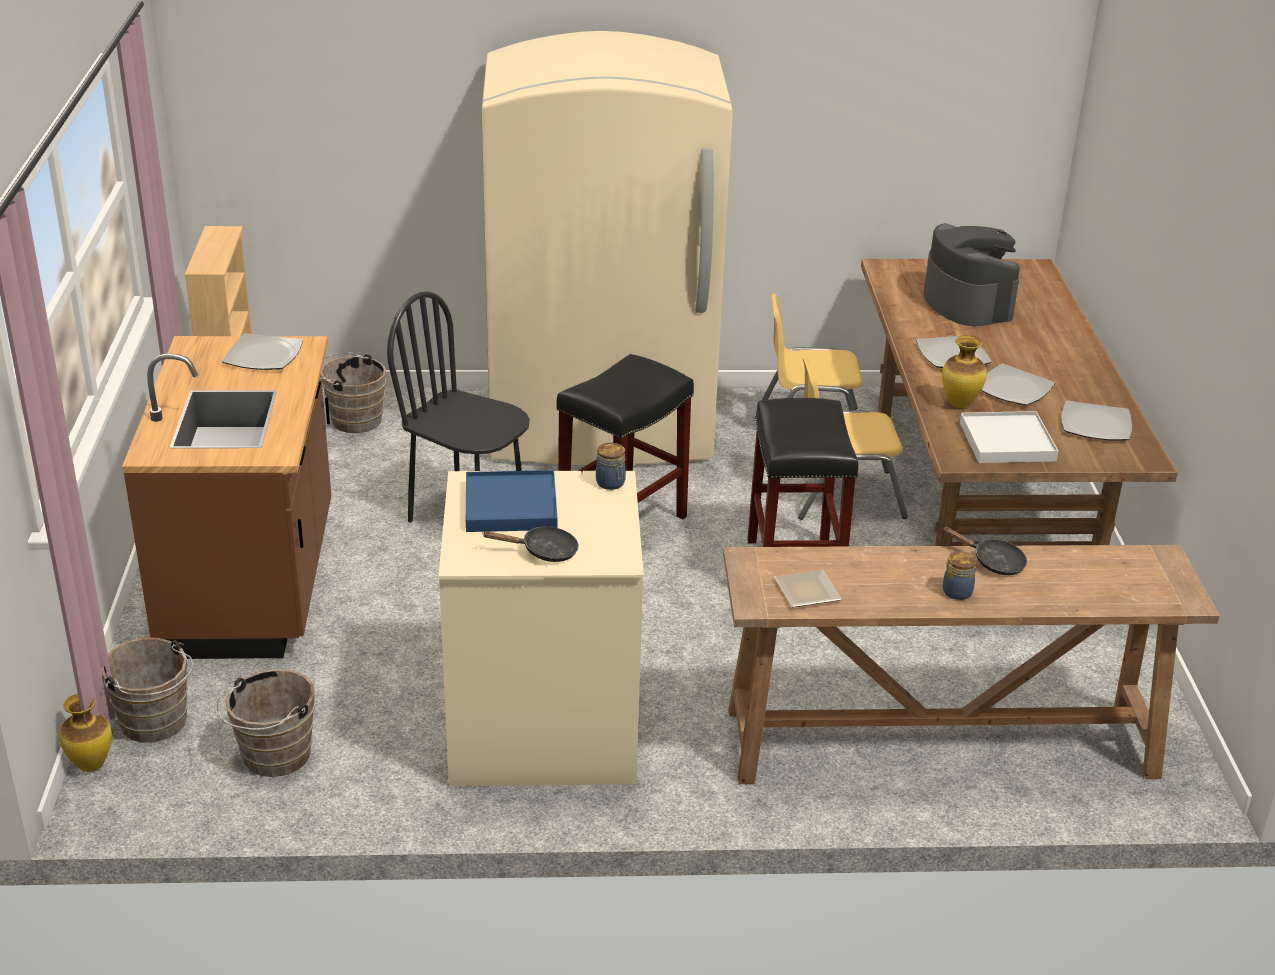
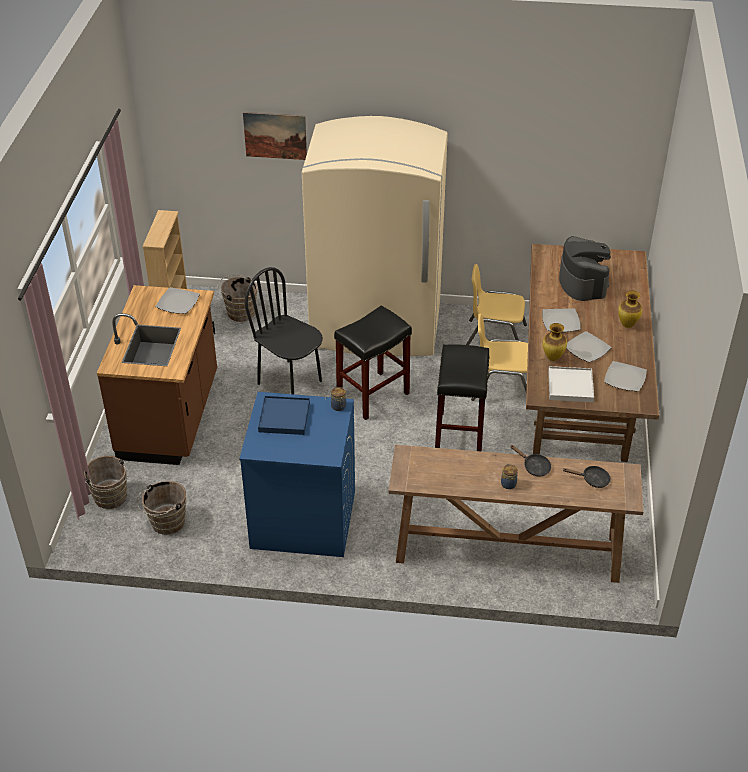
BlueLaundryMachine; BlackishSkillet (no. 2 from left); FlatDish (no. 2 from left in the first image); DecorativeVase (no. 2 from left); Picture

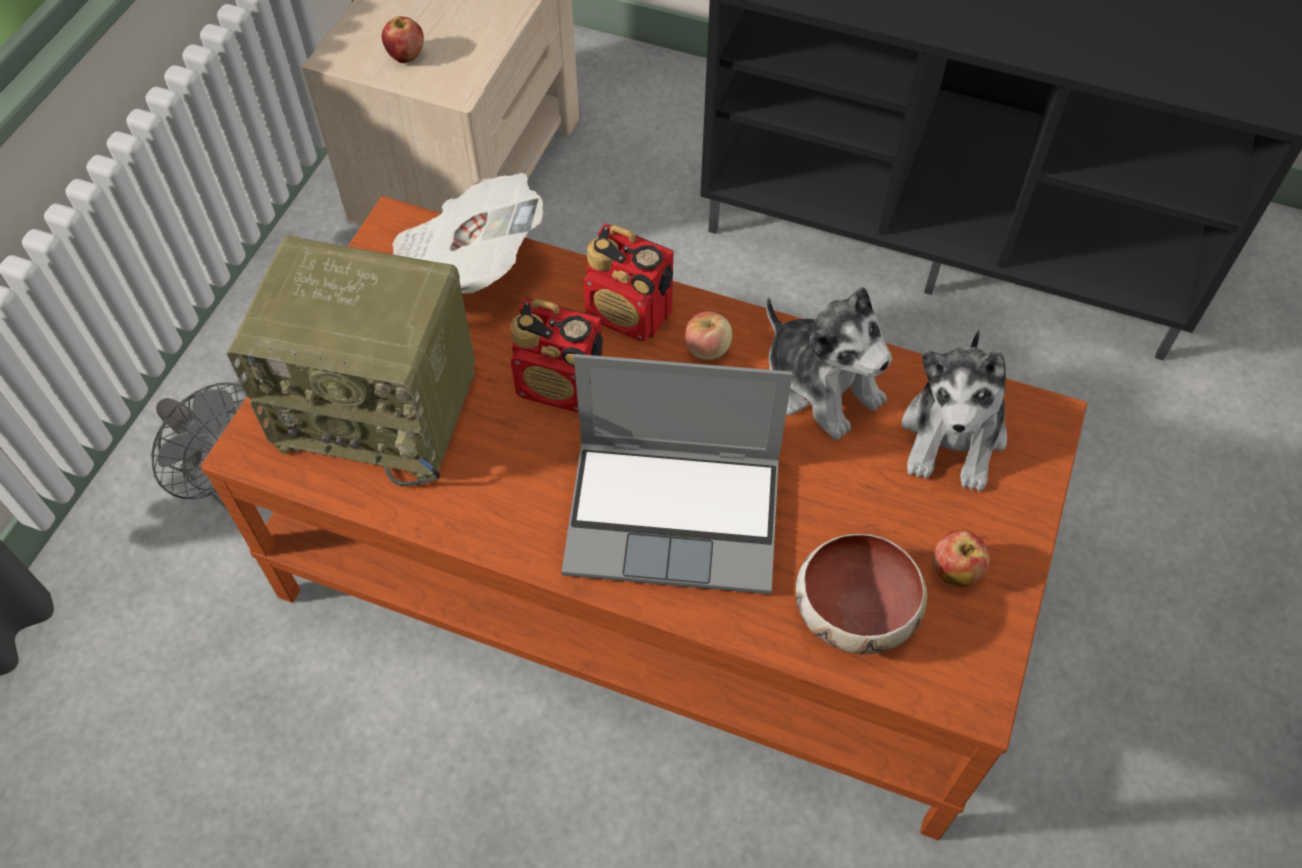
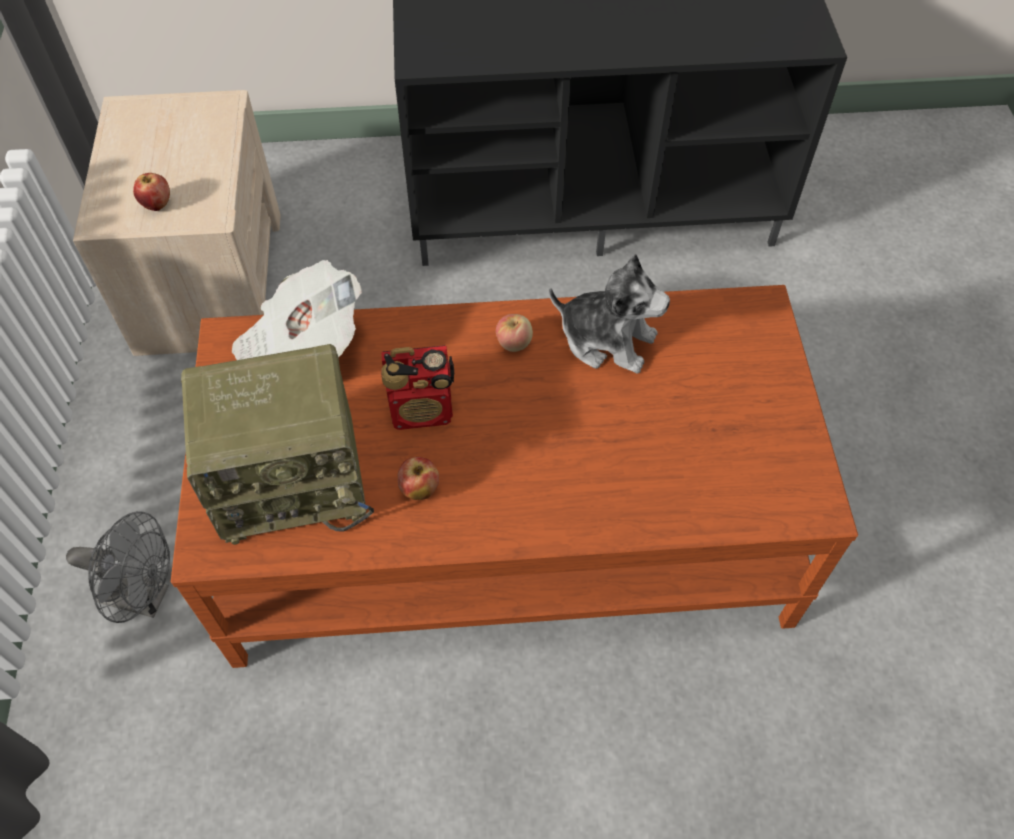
RadioSet (no. 3 from left in the first image); CuddlyToy (no. 2 from left in the first image); Laptop; WholeApple (no. 2 from left); DeepDish

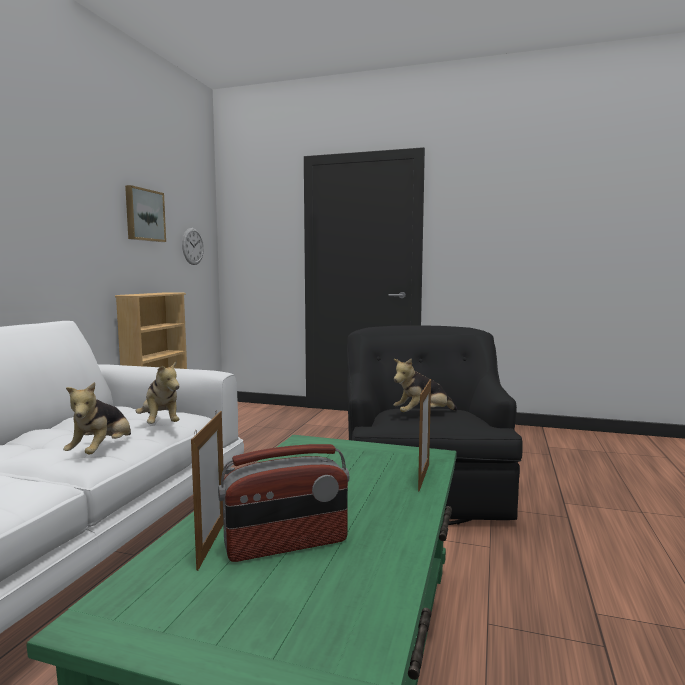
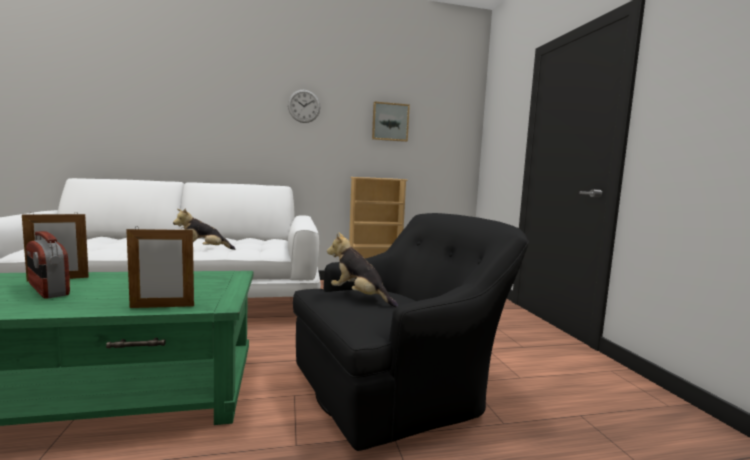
WallClock; CuddlyToy (no. 2 from left in the first image)

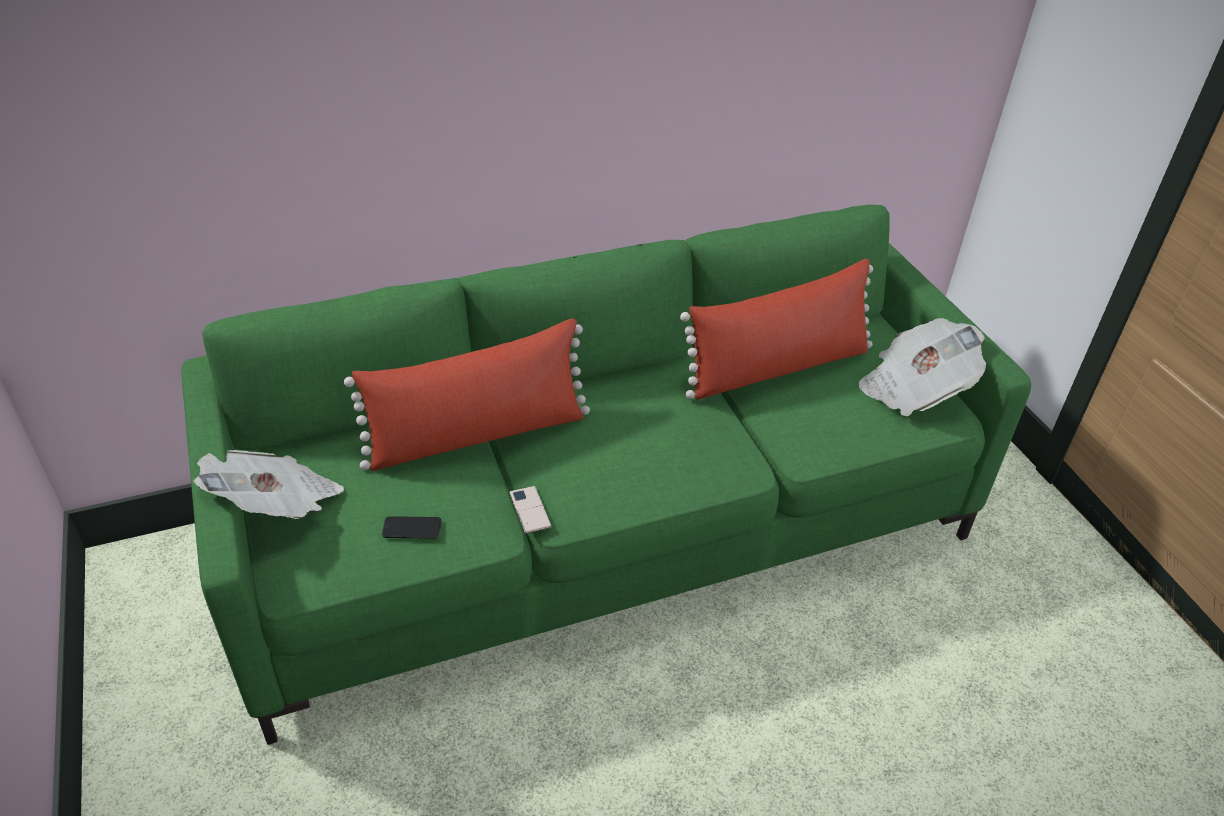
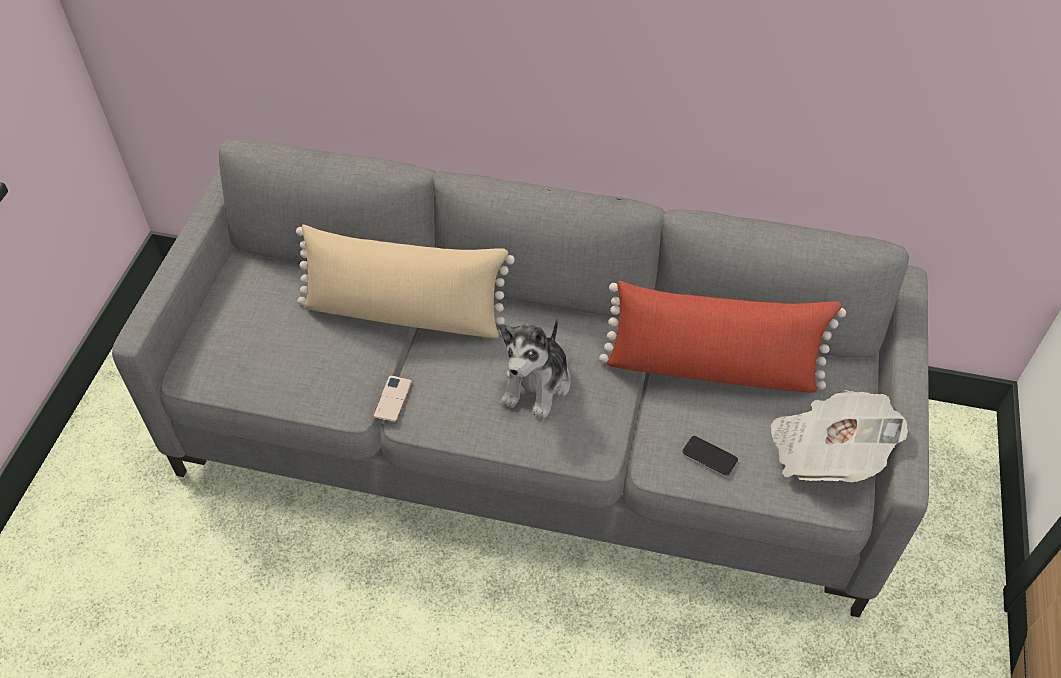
GraySofa; SandColouredPillow; Newspaper (no. 1 from left in the first image); Phone (no. 2 from left); CuddlyToy

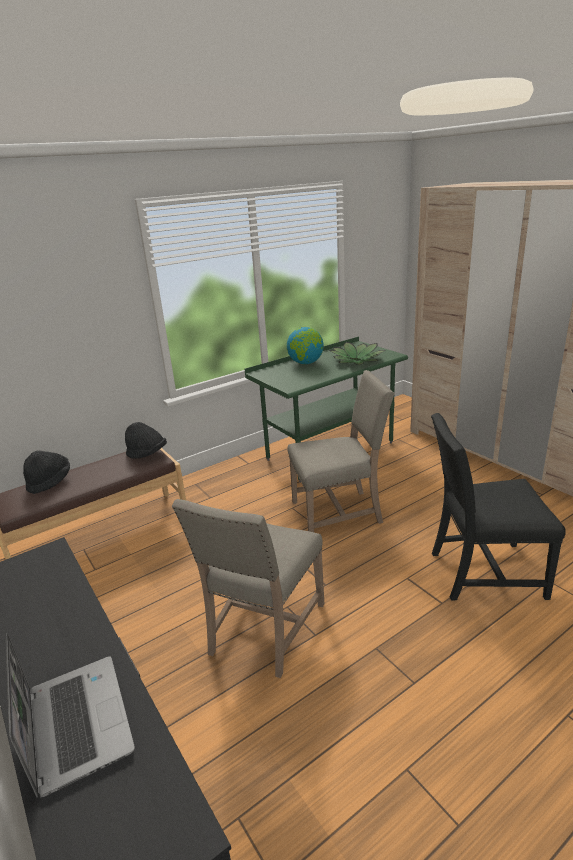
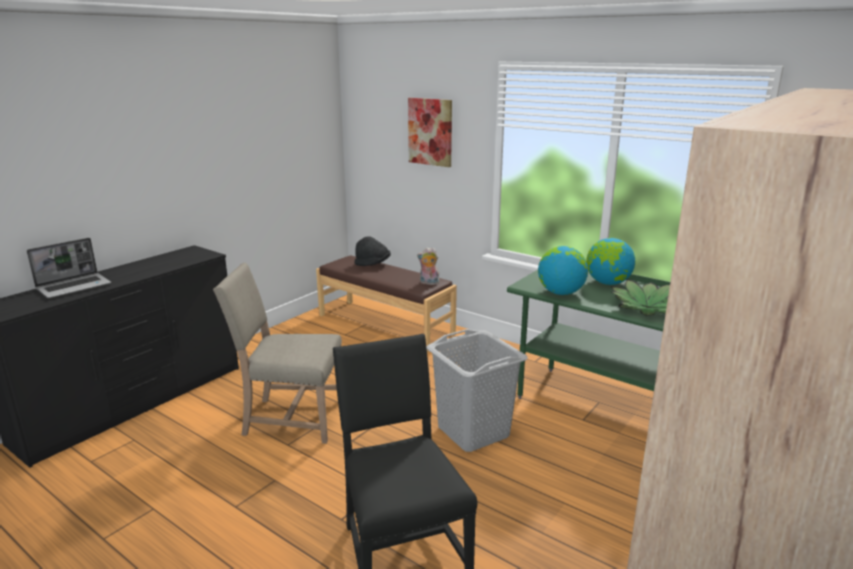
GrayHamper; CuddlyToy; Picture; Globe (no. 1 from left)

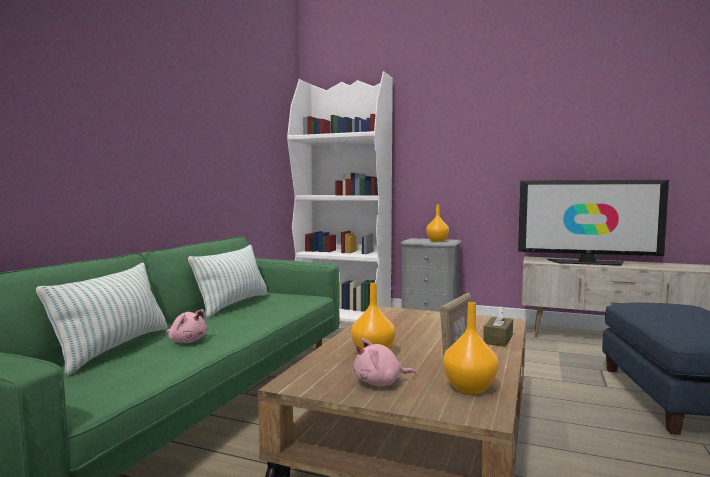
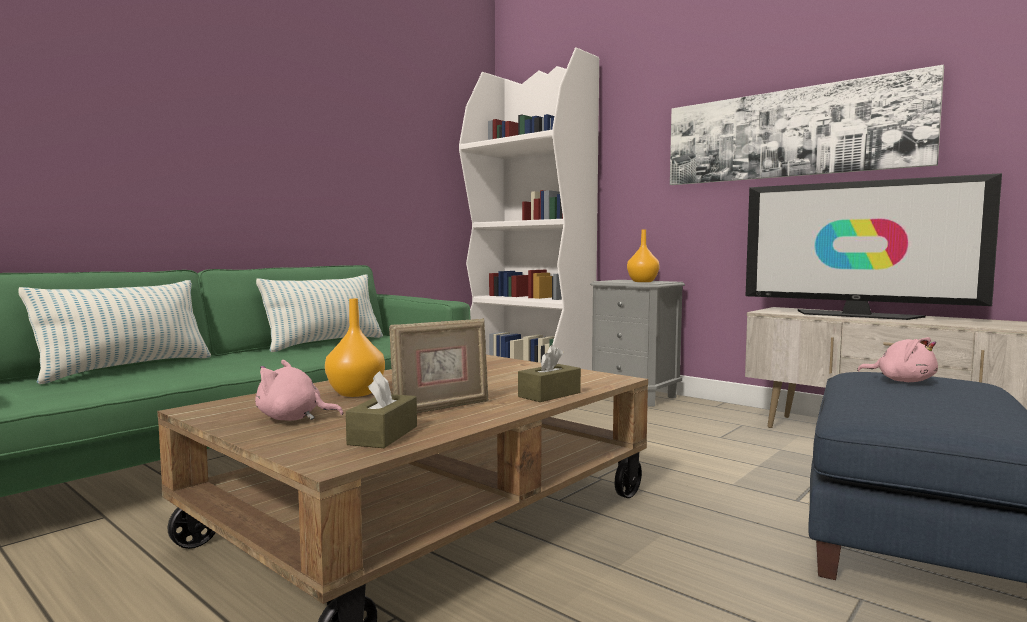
BrownishTissueBox (no. 1 from left); PinkColouredCuddlyToy (no. 2 from left); Picture

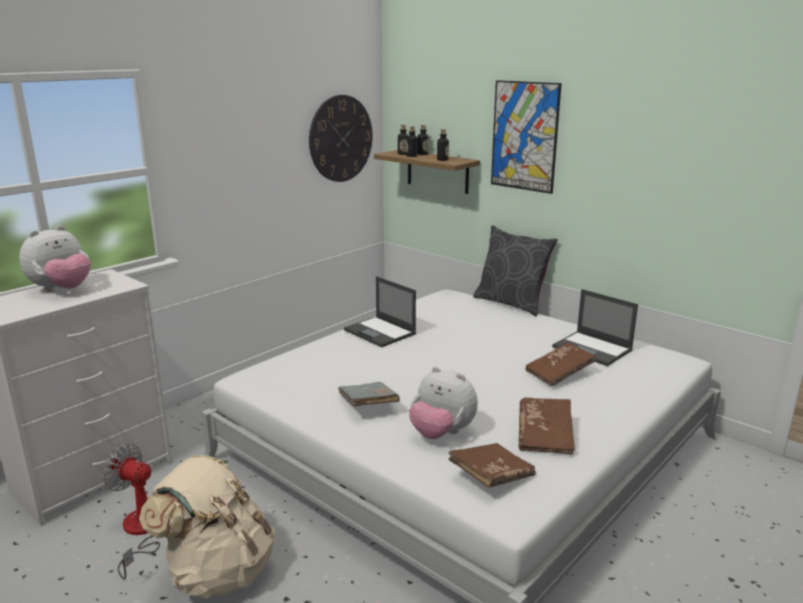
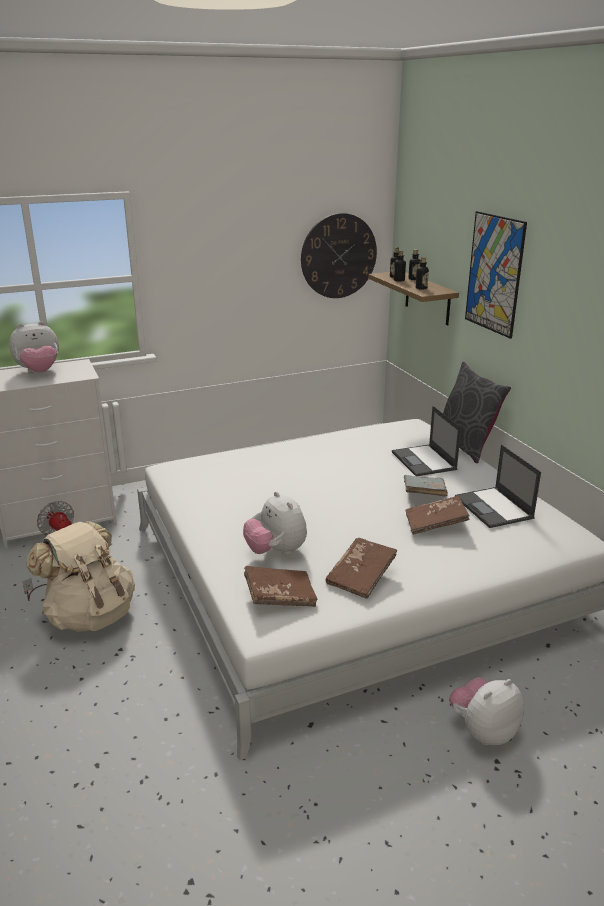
Laptop (no. 1 from left); GrayBoundBook; CuddlyToy (no. 3 from left)

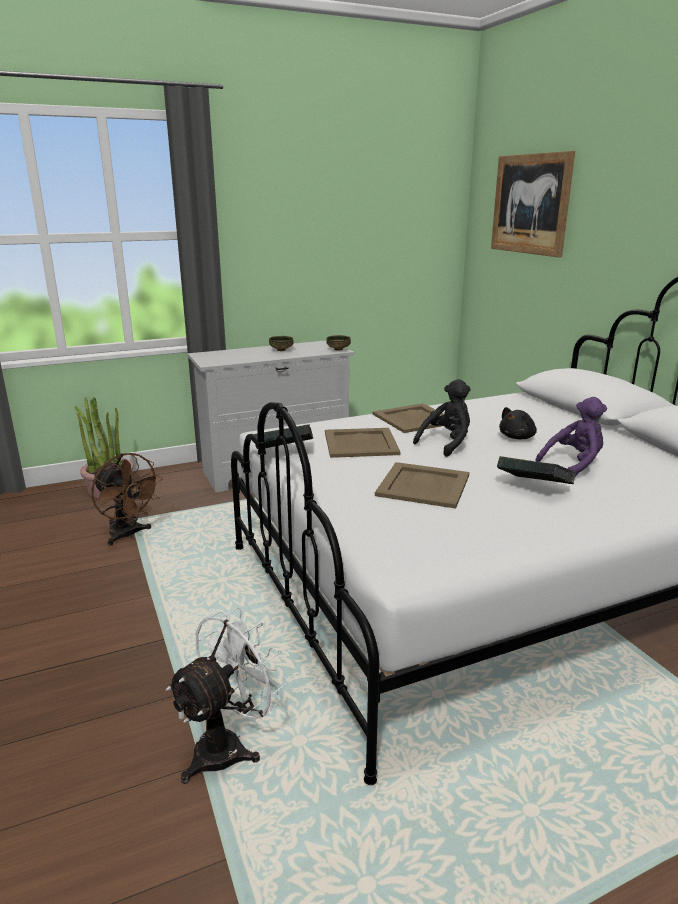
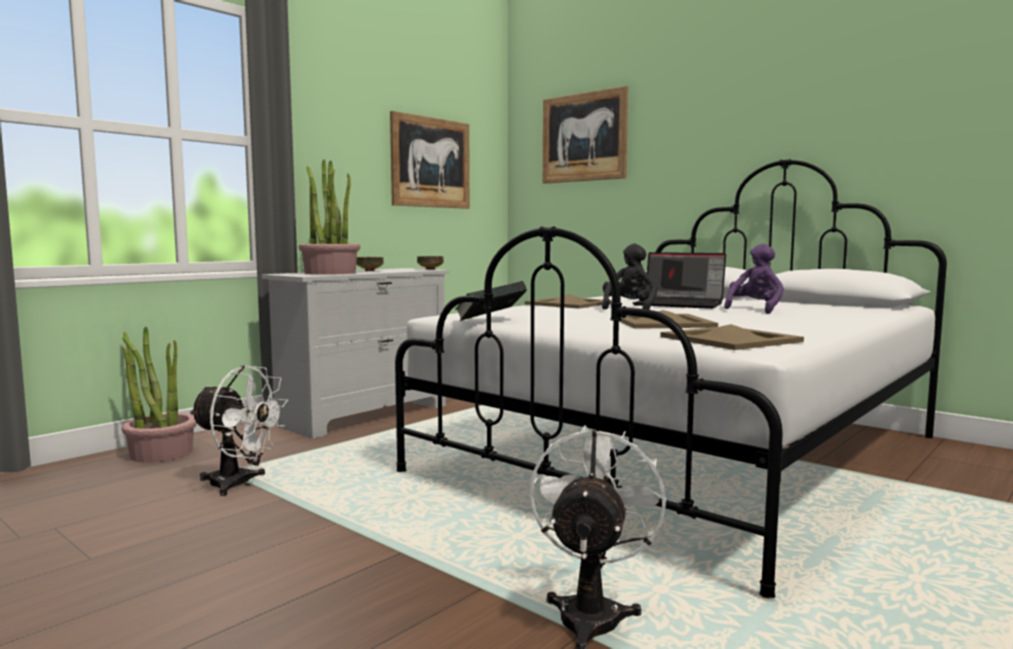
Laptop; SandColouredServingTray (no. 3 from left); WhiteColouredFan (no. 1 from left); BoundBook (no. 2 from left in the first image); Picture (no. 1 from left); PottedPlant (no. 2 from left)

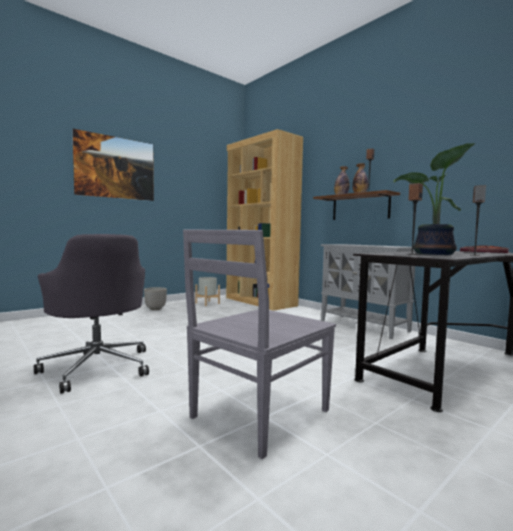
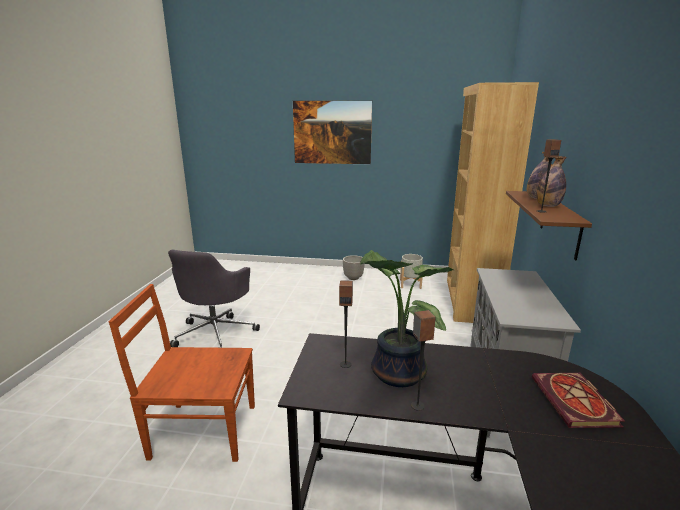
BrownishUprightChair

